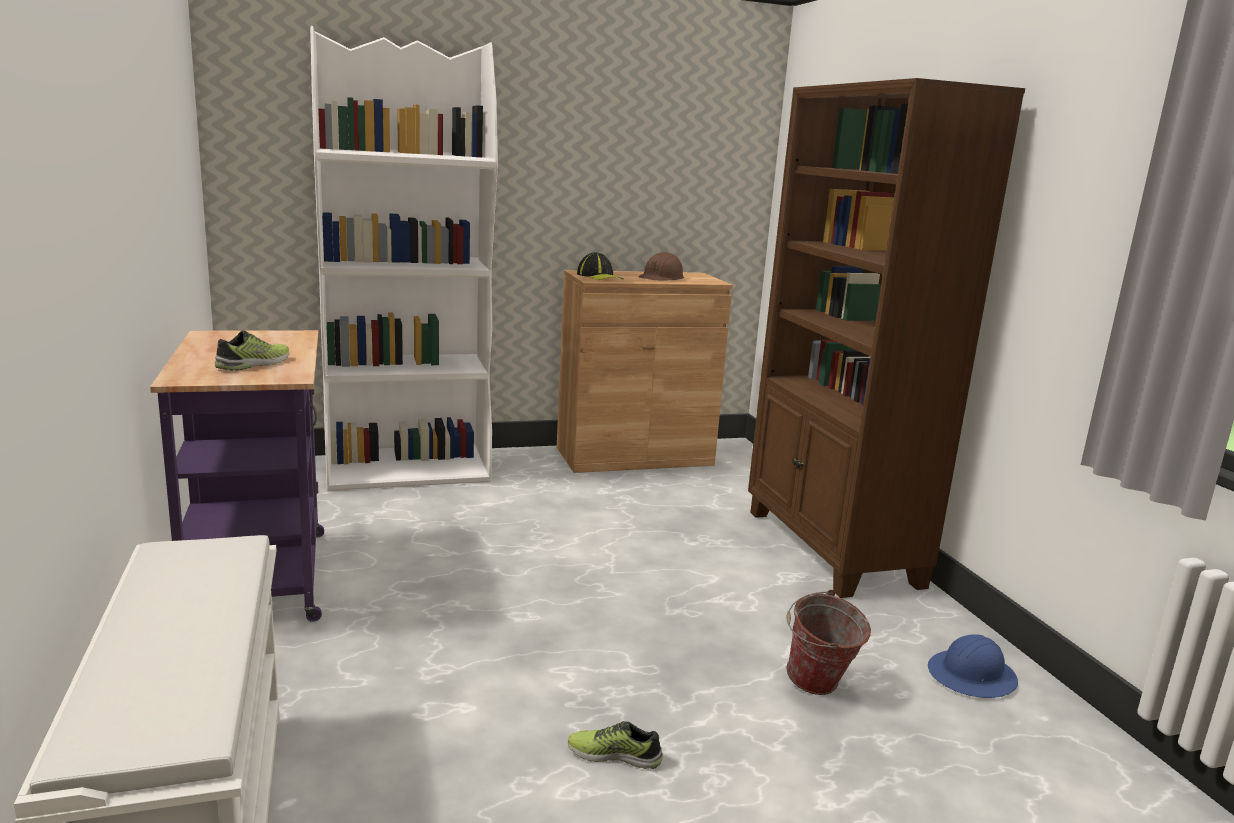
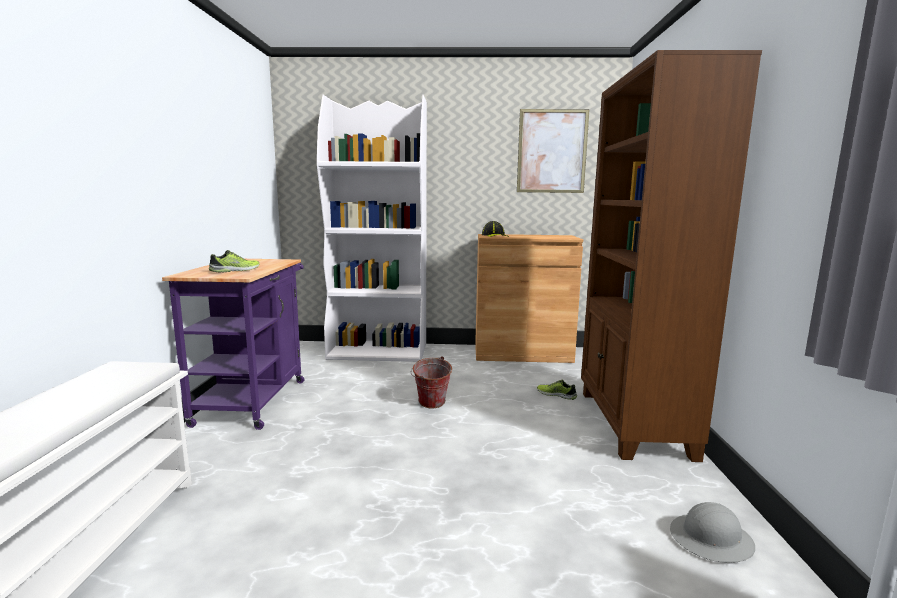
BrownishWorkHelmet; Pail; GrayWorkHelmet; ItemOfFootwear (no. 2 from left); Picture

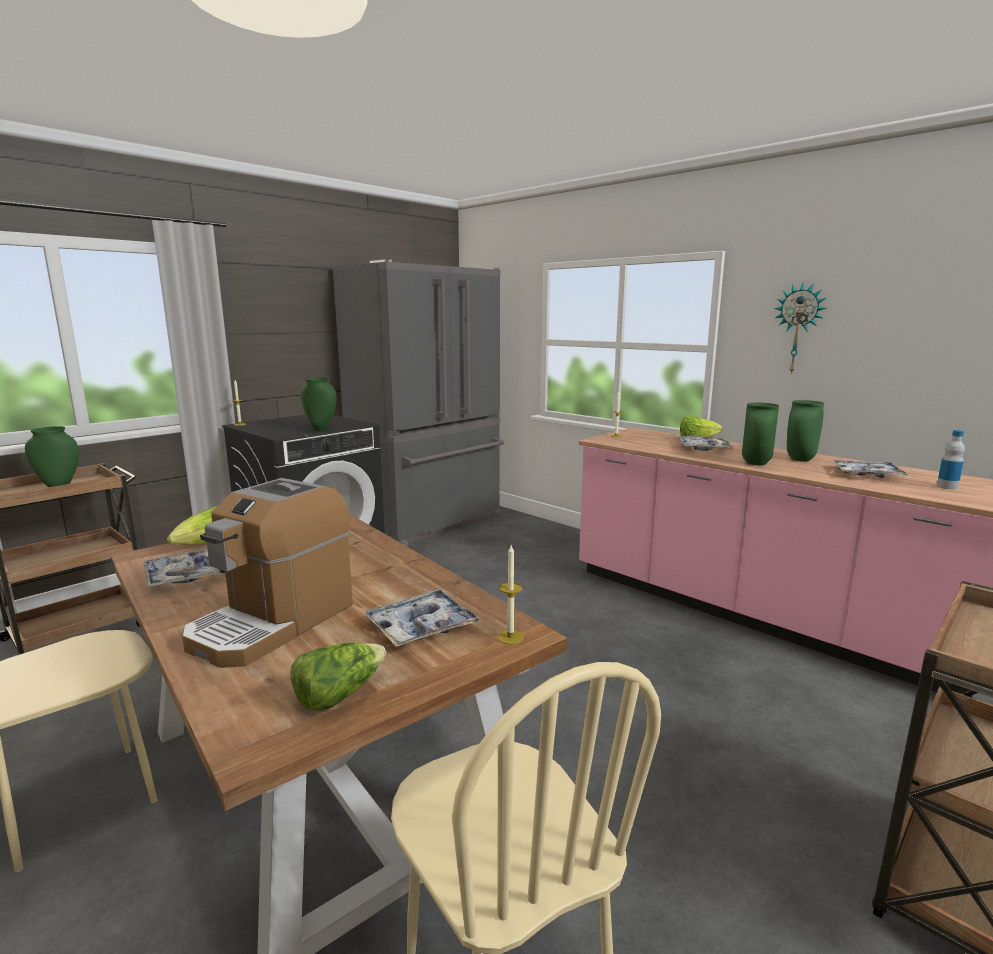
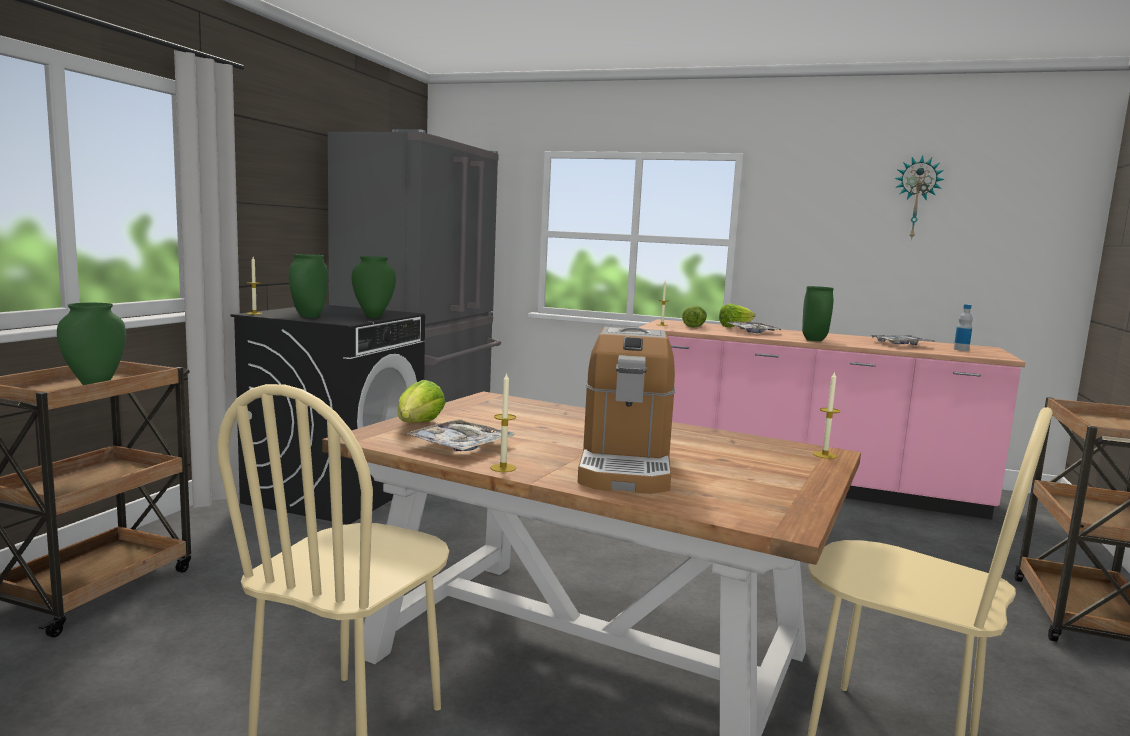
WallClock; GreenColouredDecorativeVase (no. 2 from left); ServingTray (no. 2 from left in the first image); HeadOfLettuce (no. 2 from left); WaxCandle (no. 2 from left)

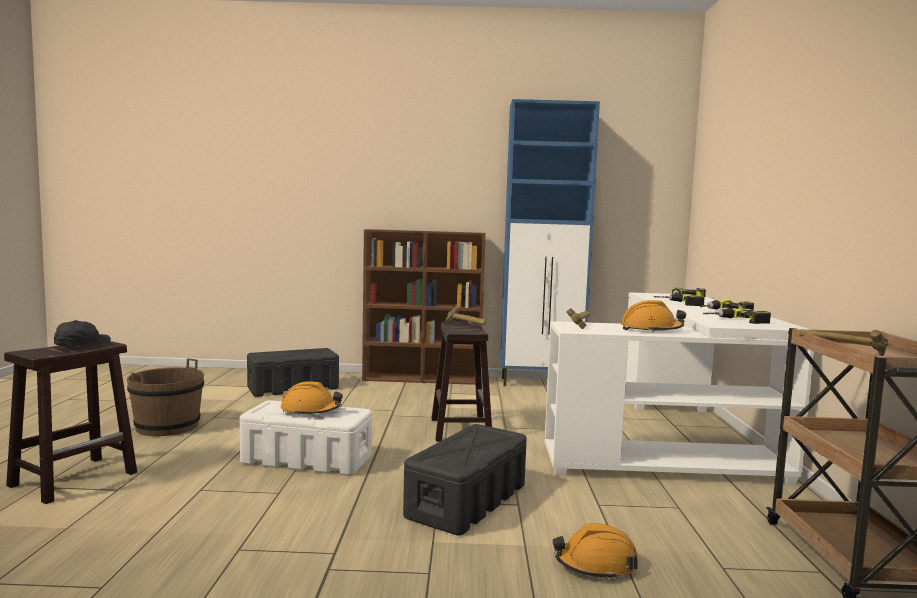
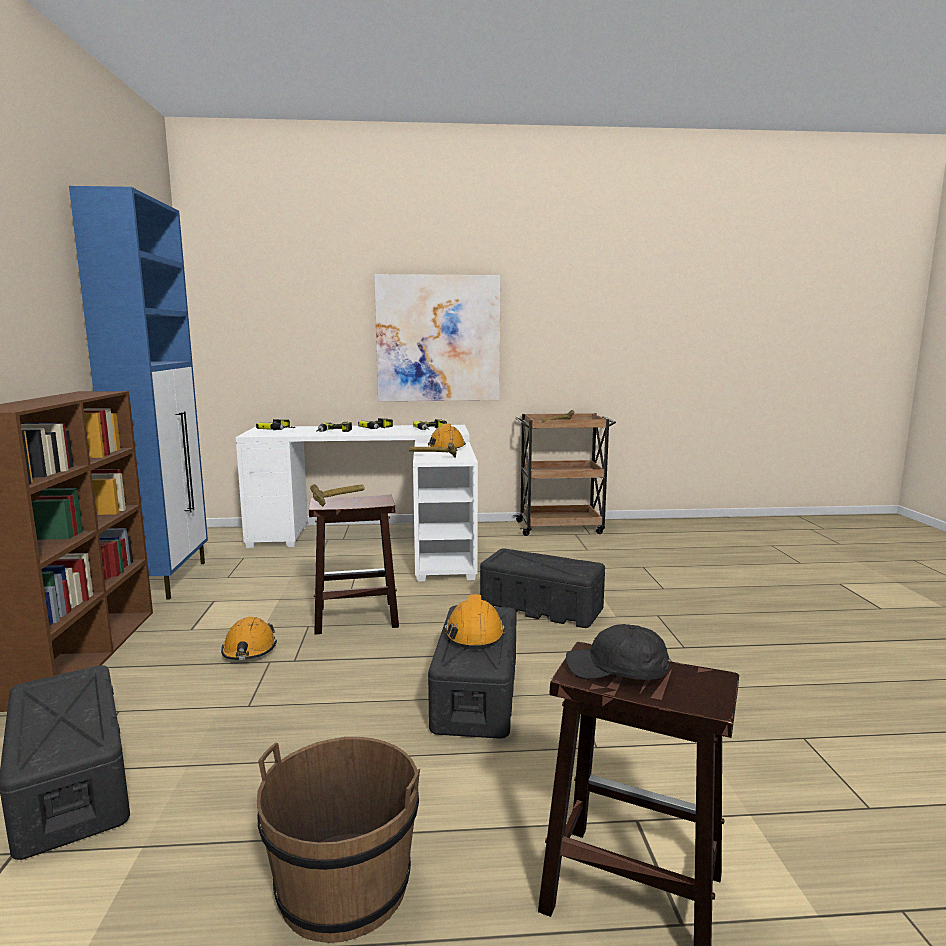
BlackishStorageContainer (no. 2 from left); OrangeColouredWorkHelmet (no. 1 from left); Picture

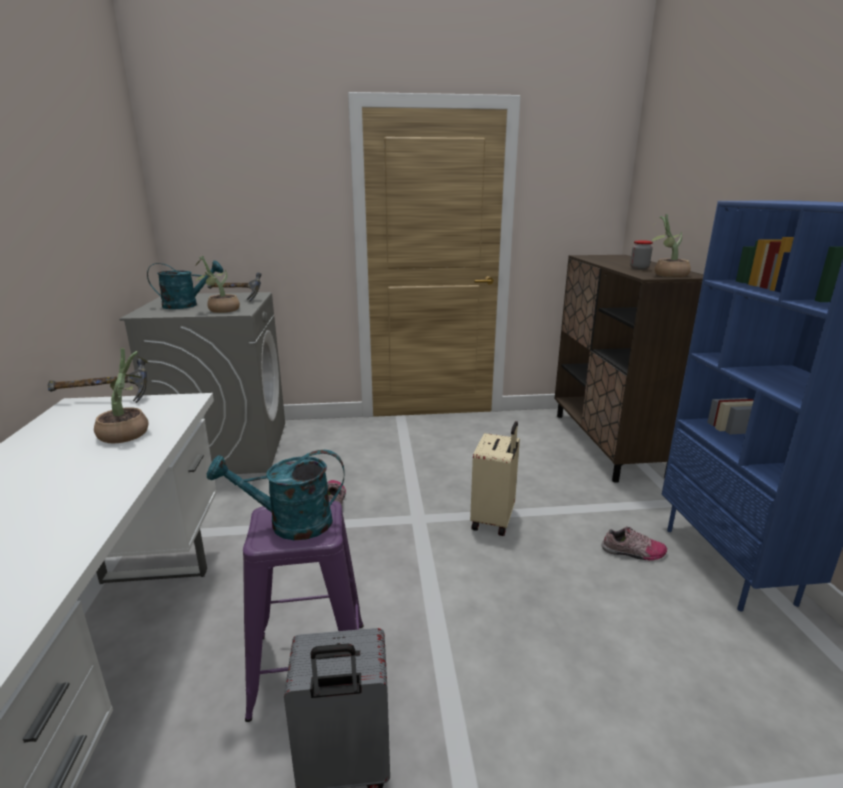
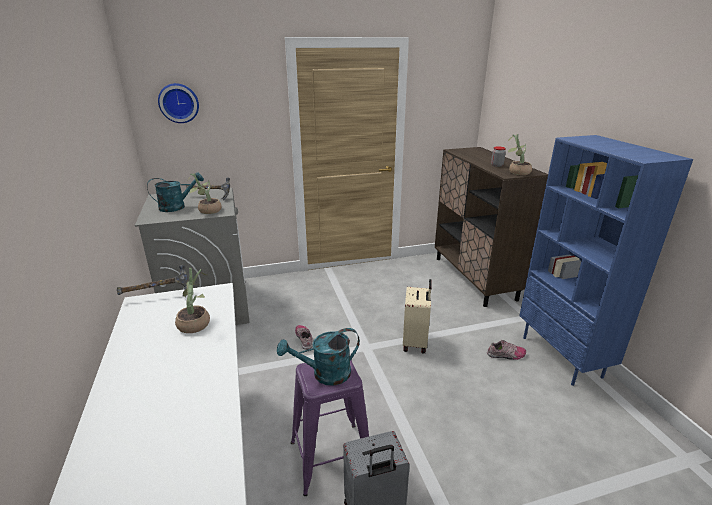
WallClock

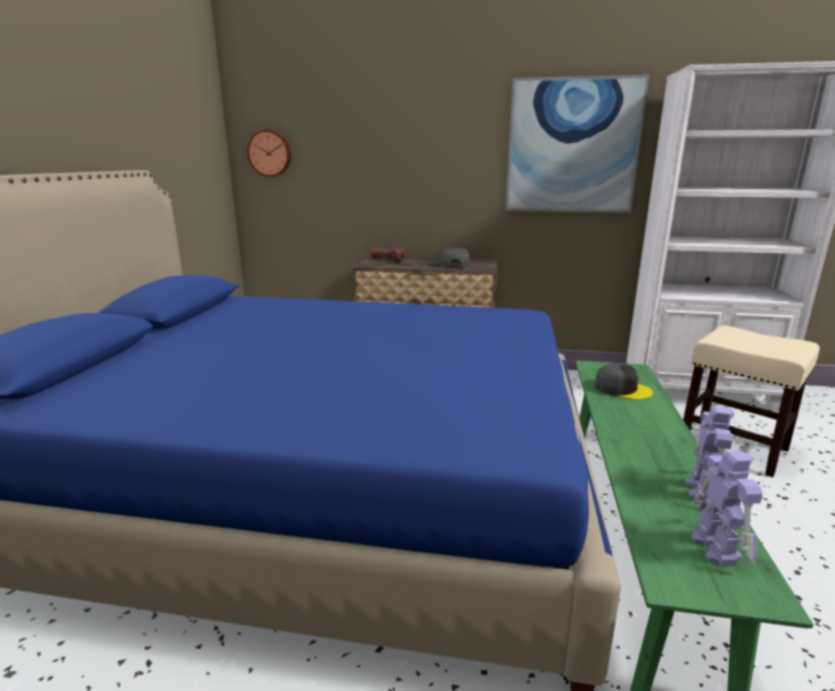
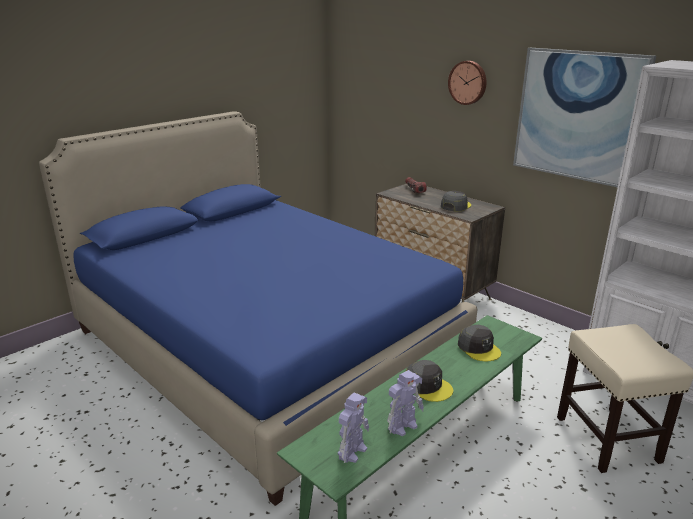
WallClock; GrayCap (no. 1 from left)

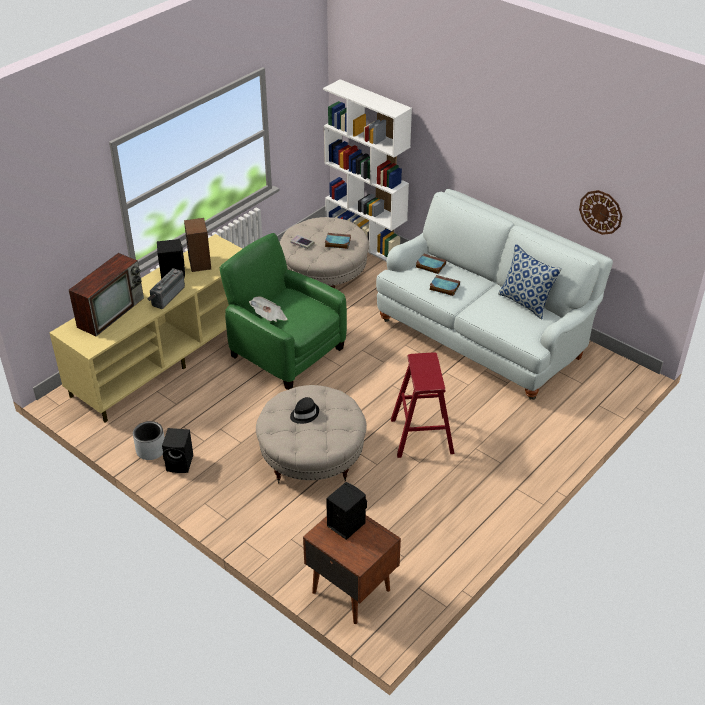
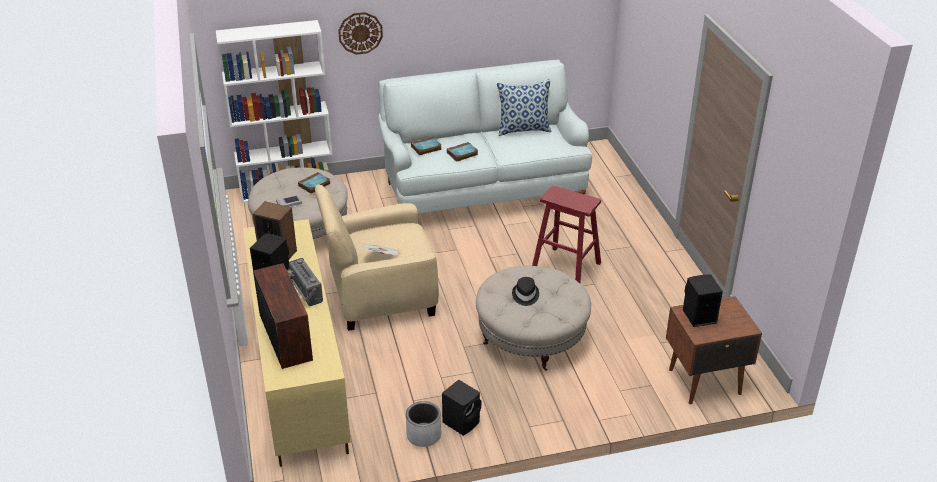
WallClock; SandColouredLoungeChair

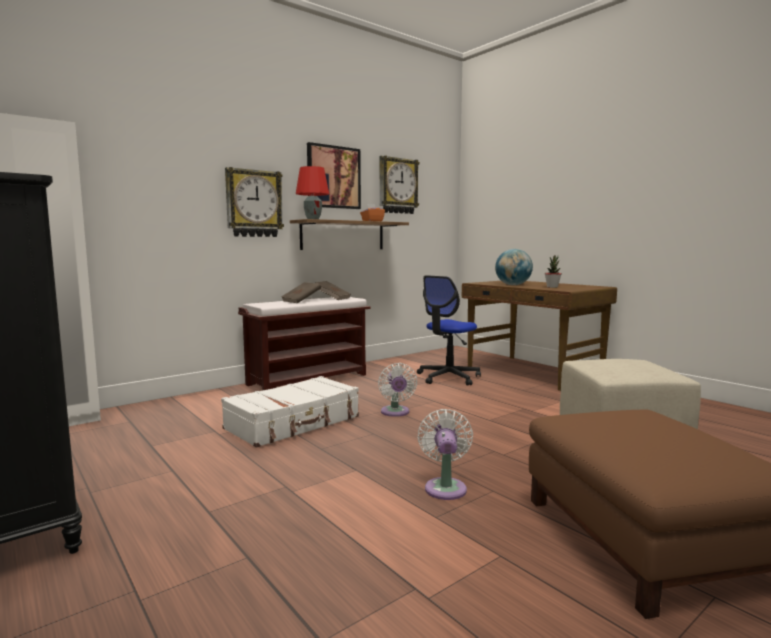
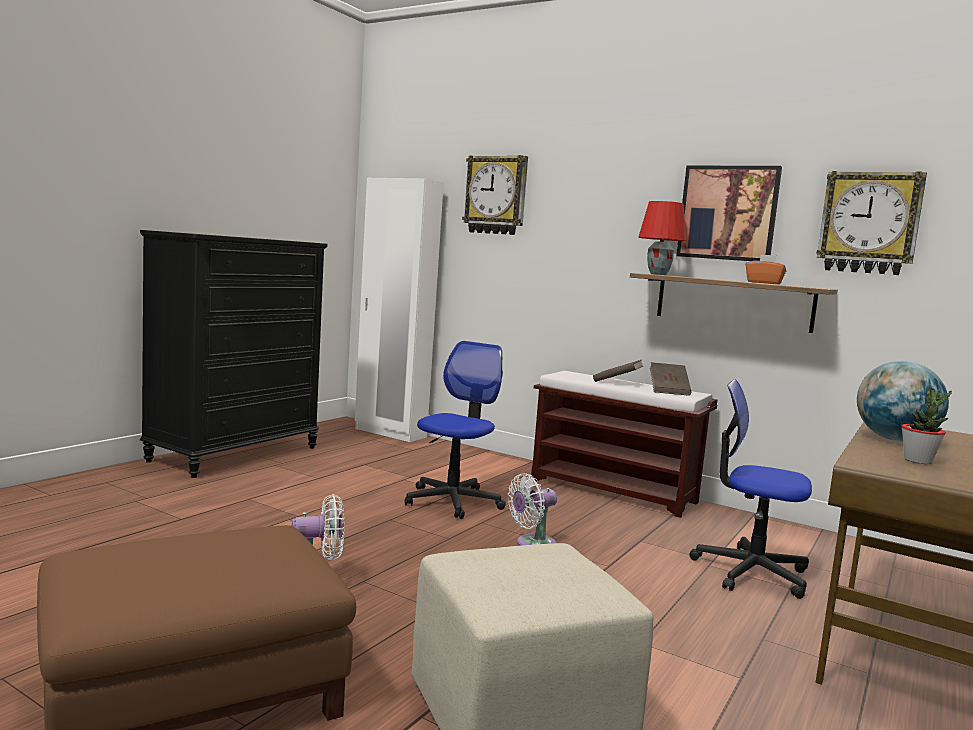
WallClock (no. 1 from left); DeskChair (no. 1 from left)

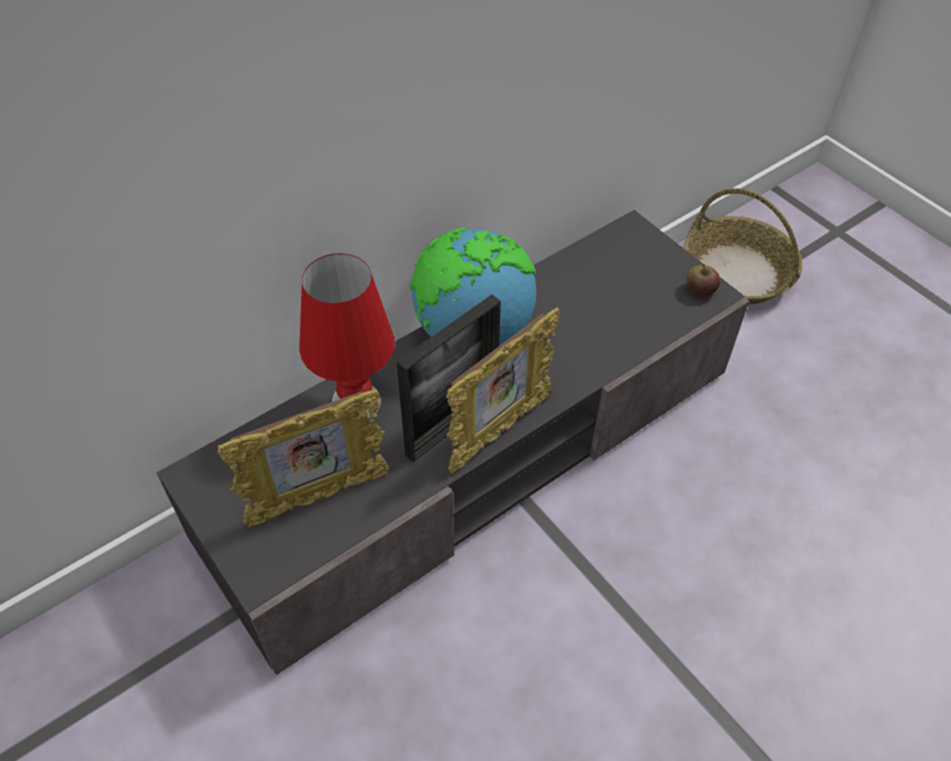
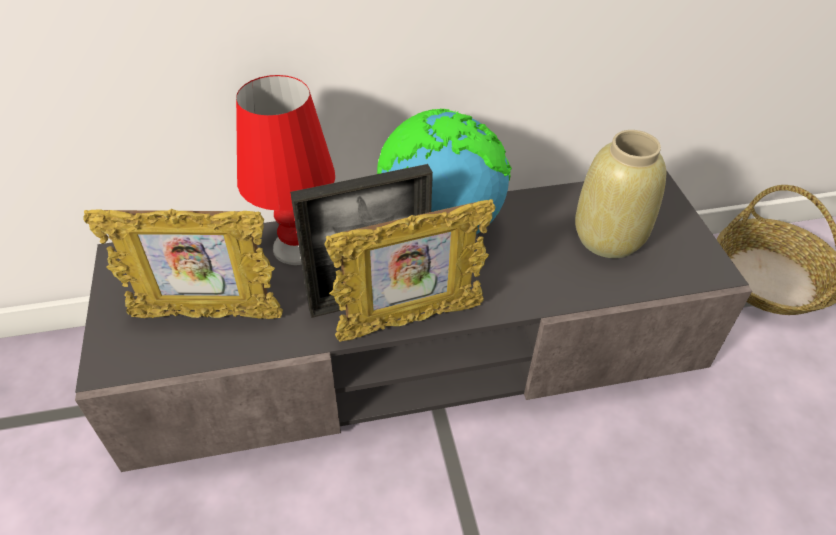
WholeApple; SandColouredDecorativeVase

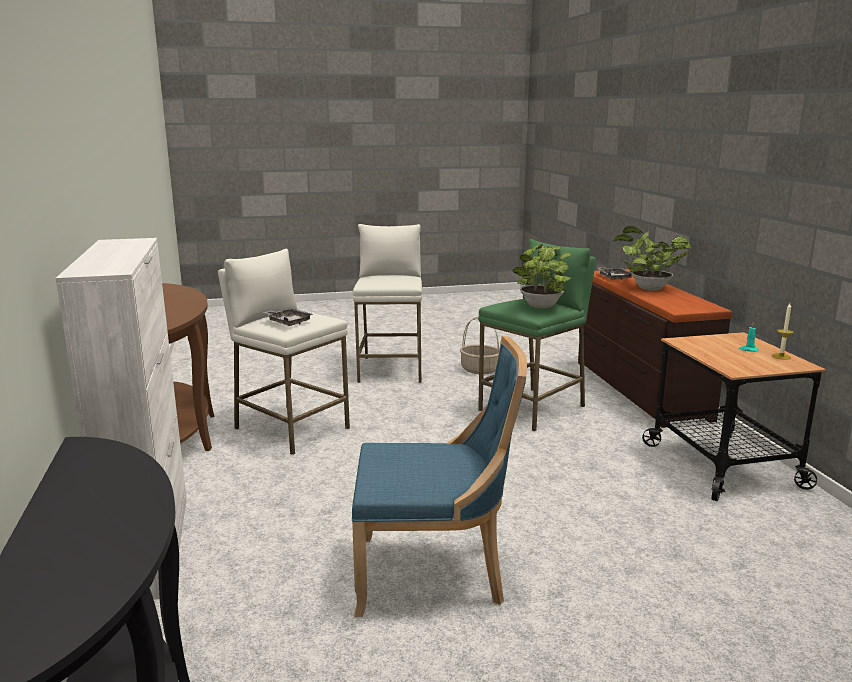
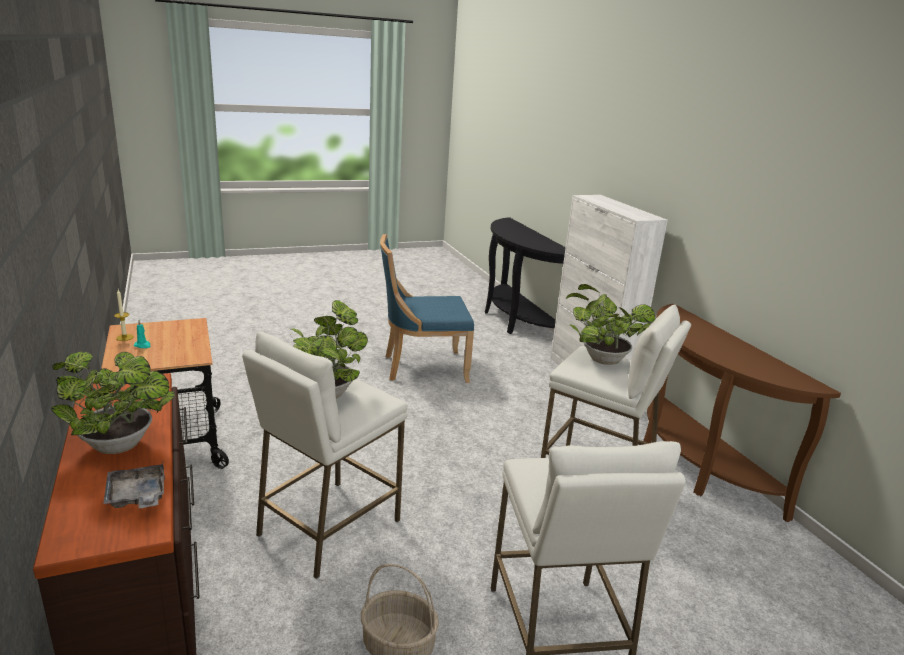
WhiteColouredStool (no. 1 from left); PottedPlant (no. 3 from left)

